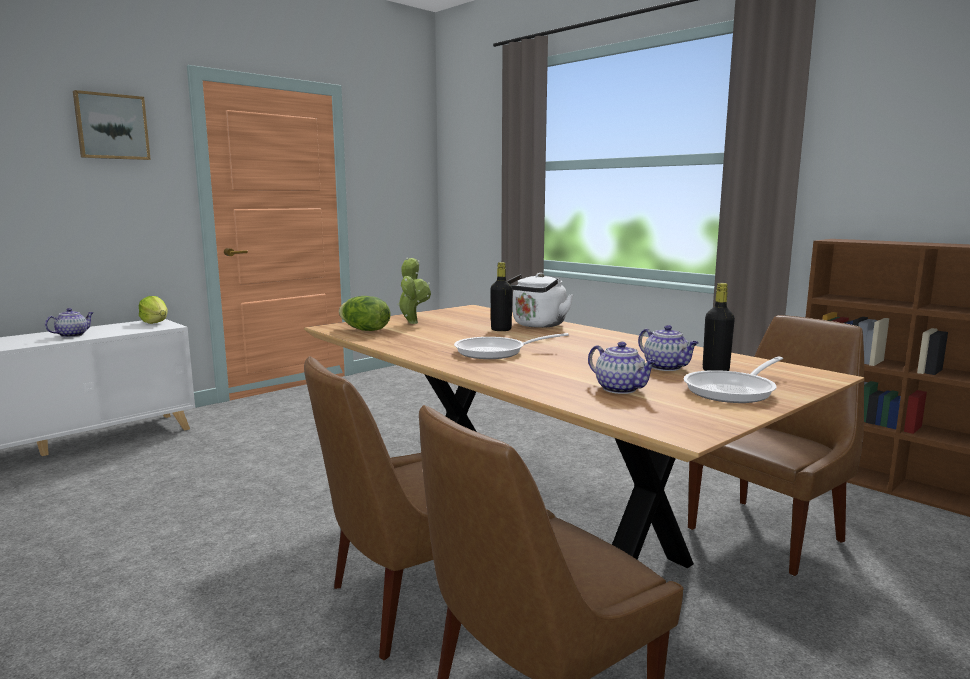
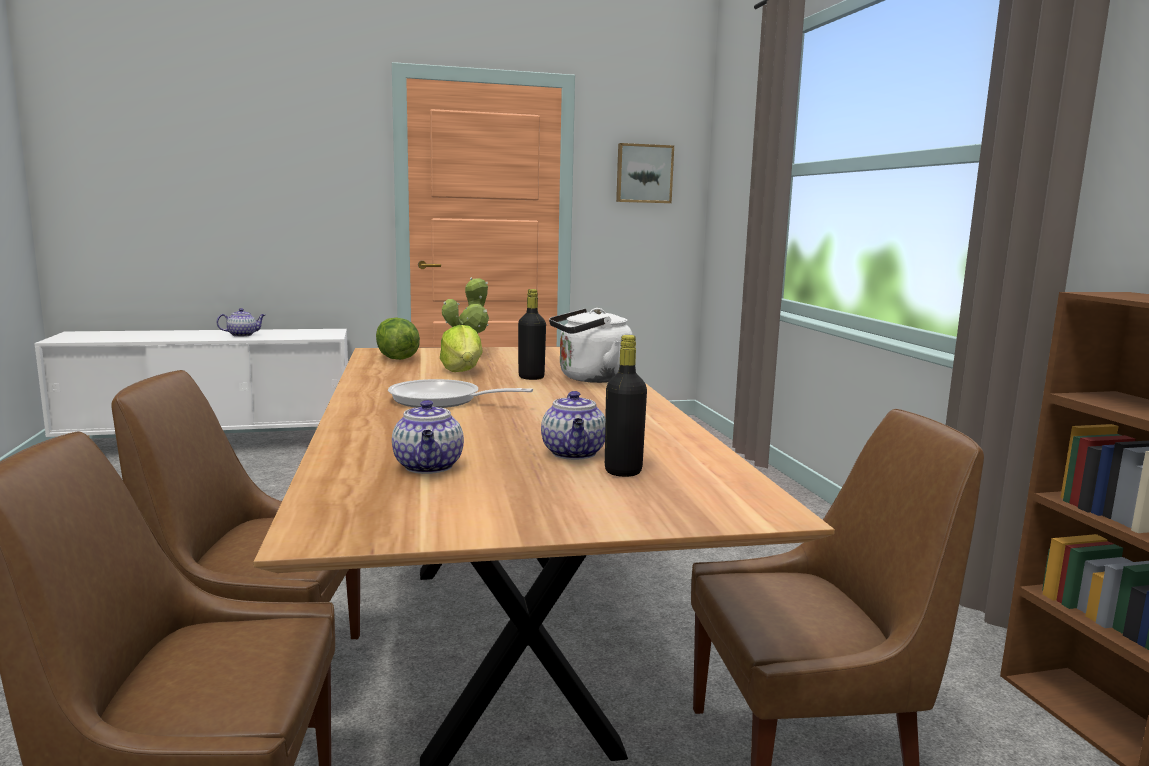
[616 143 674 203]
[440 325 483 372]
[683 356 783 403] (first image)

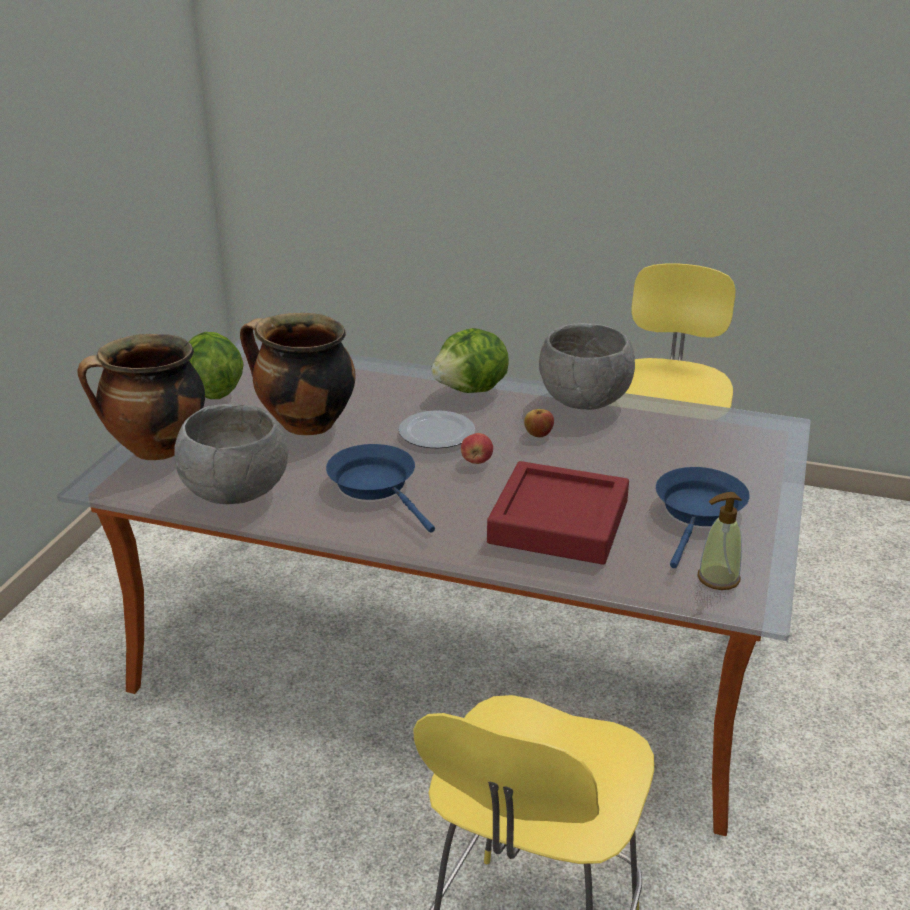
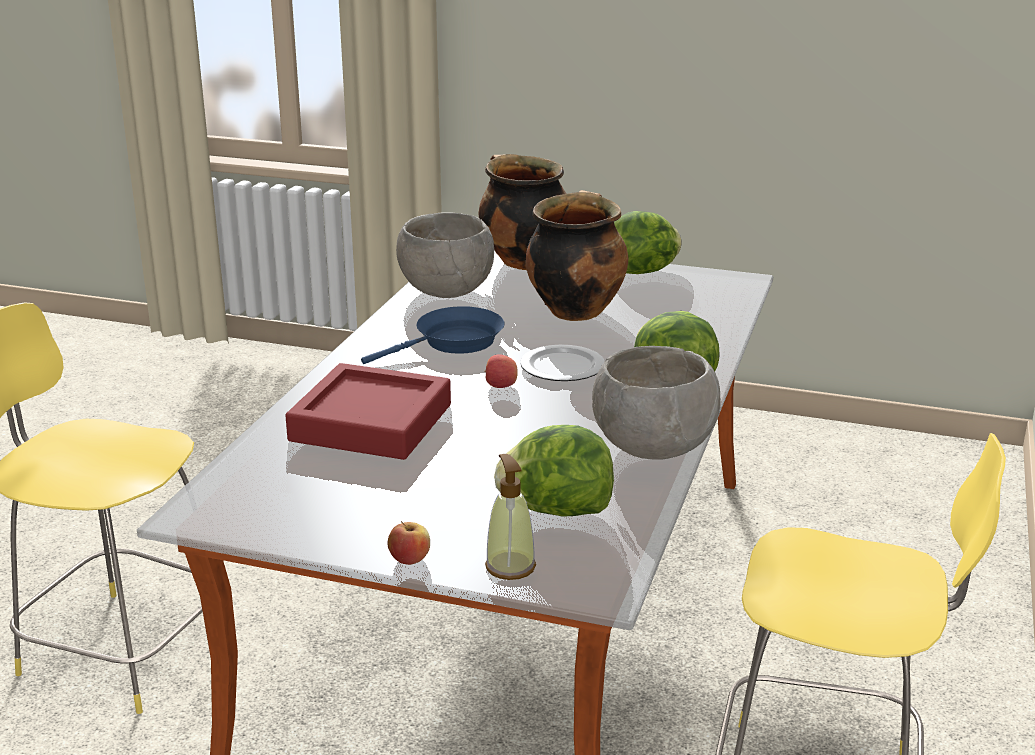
[388 521 430 565]
[656 467 750 568] (first image)
[485 454 536 580]
[494 425 614 517]

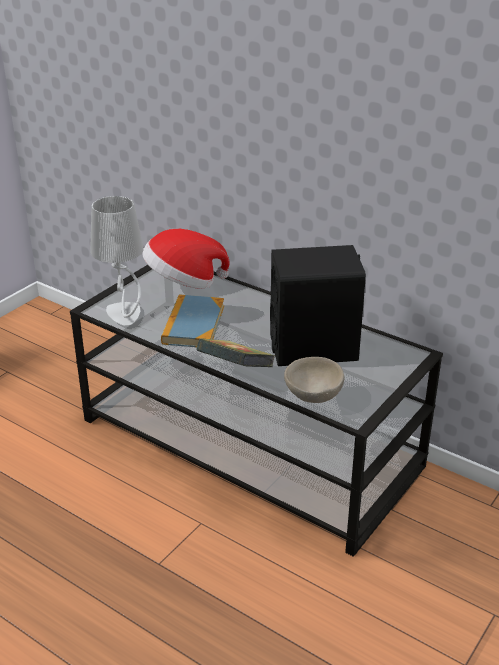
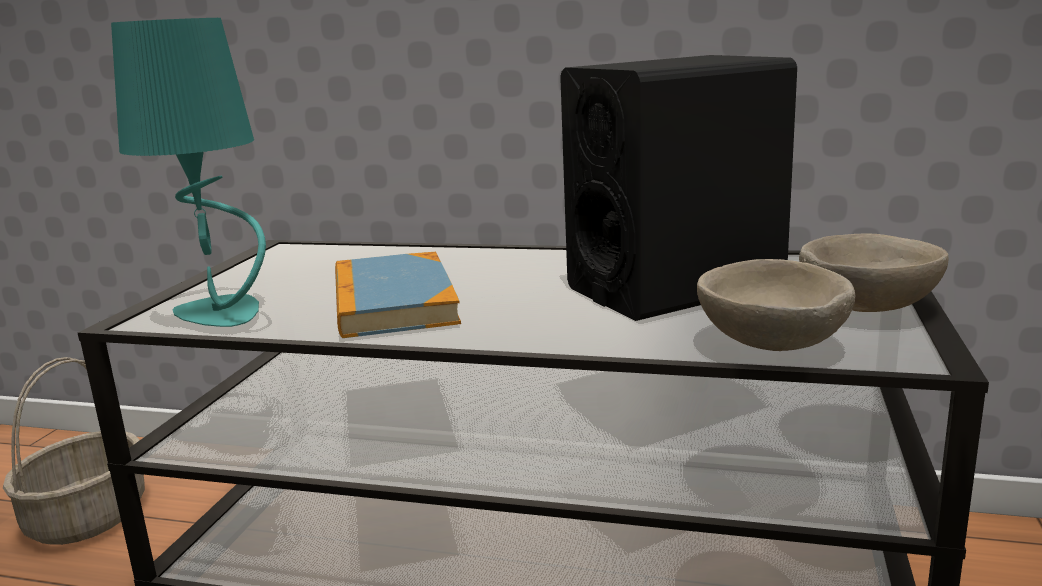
[111 18 266 327]
[142 229 230 289] (first image)
[197 338 275 367] (first image)
[799 234 949 312]
[3 357 145 545]

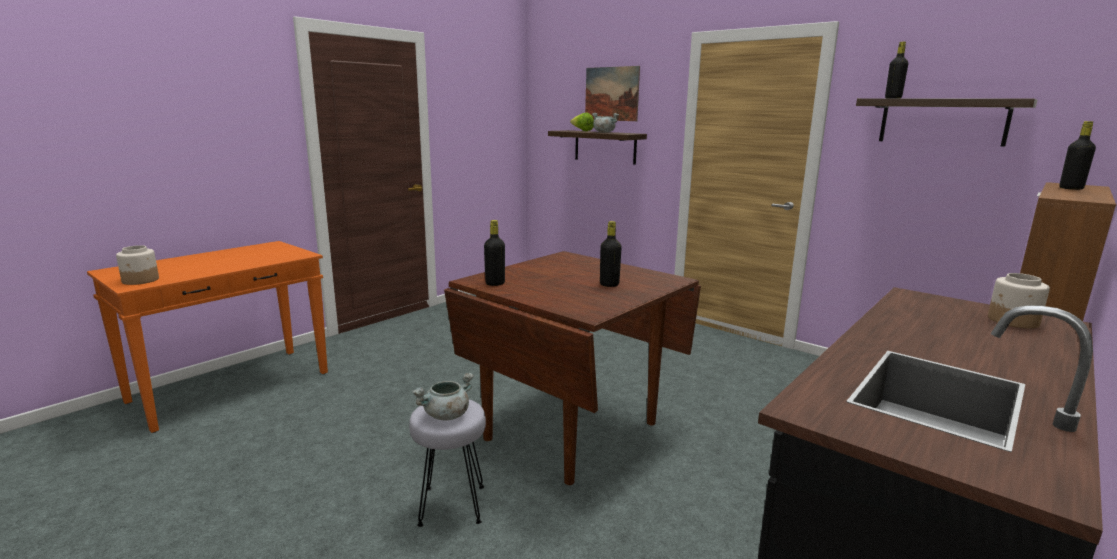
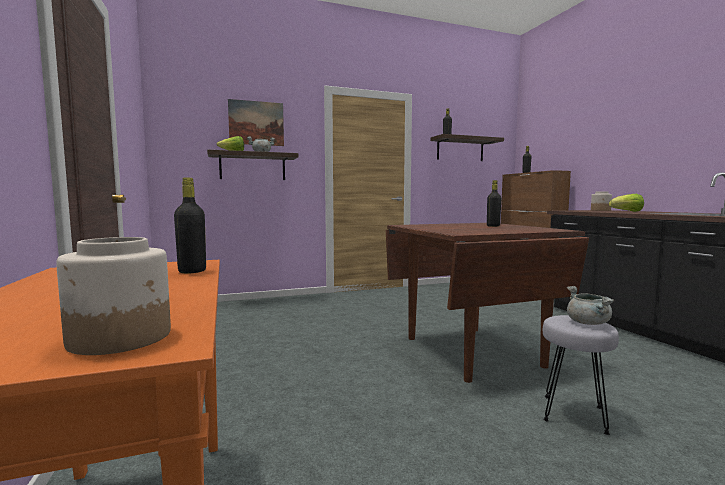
[174 177 206 273]
[609 194 644 212]

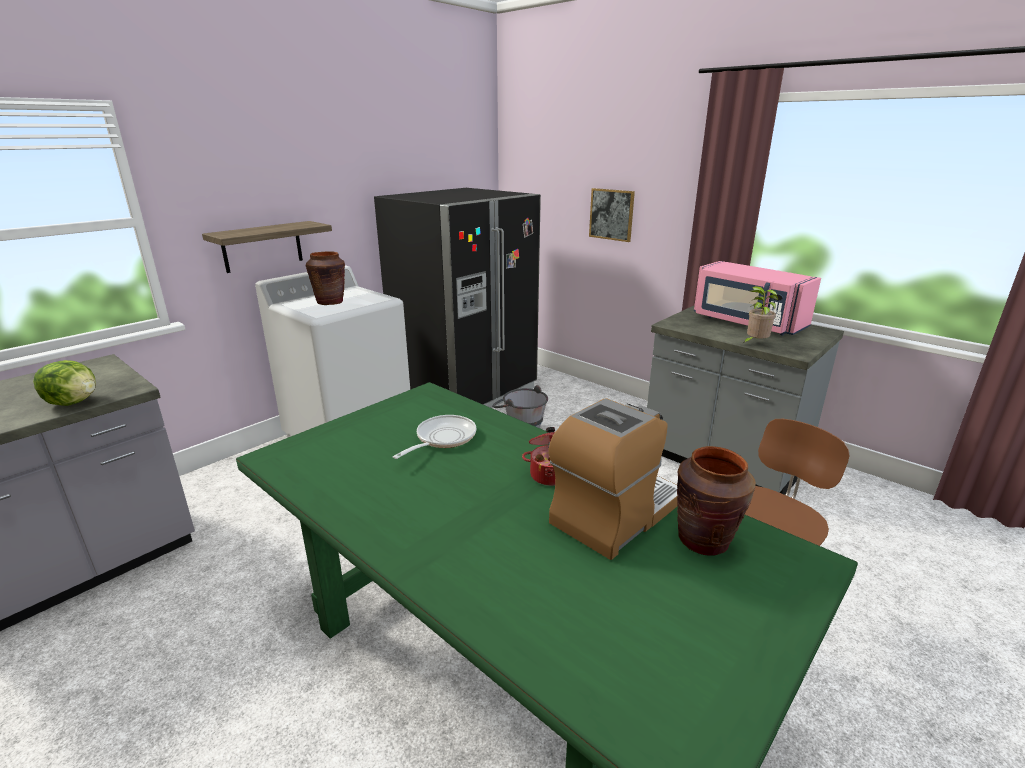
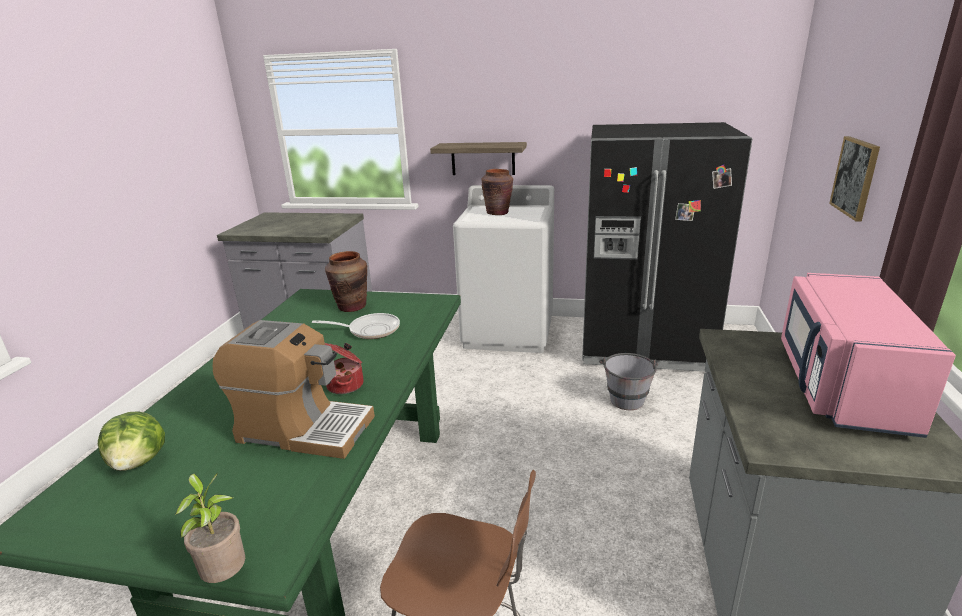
[175 473 245 583]
[98 411 165 471]
[325 251 367 312]

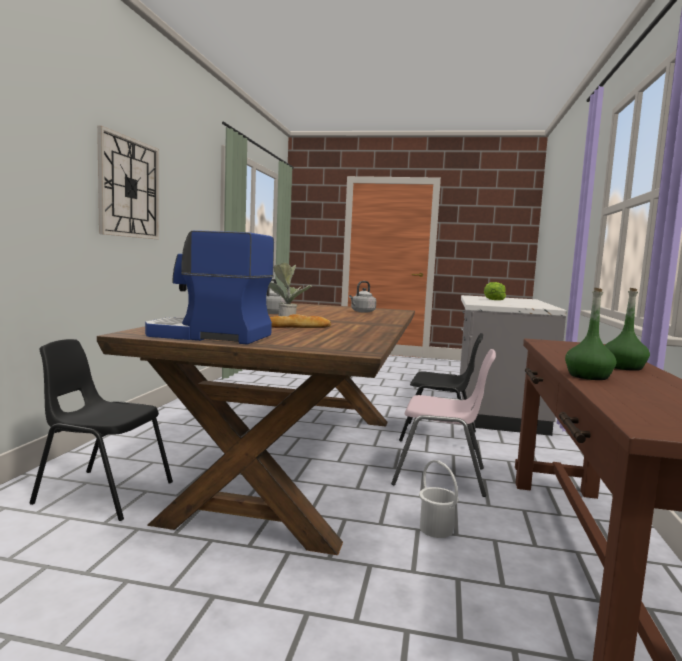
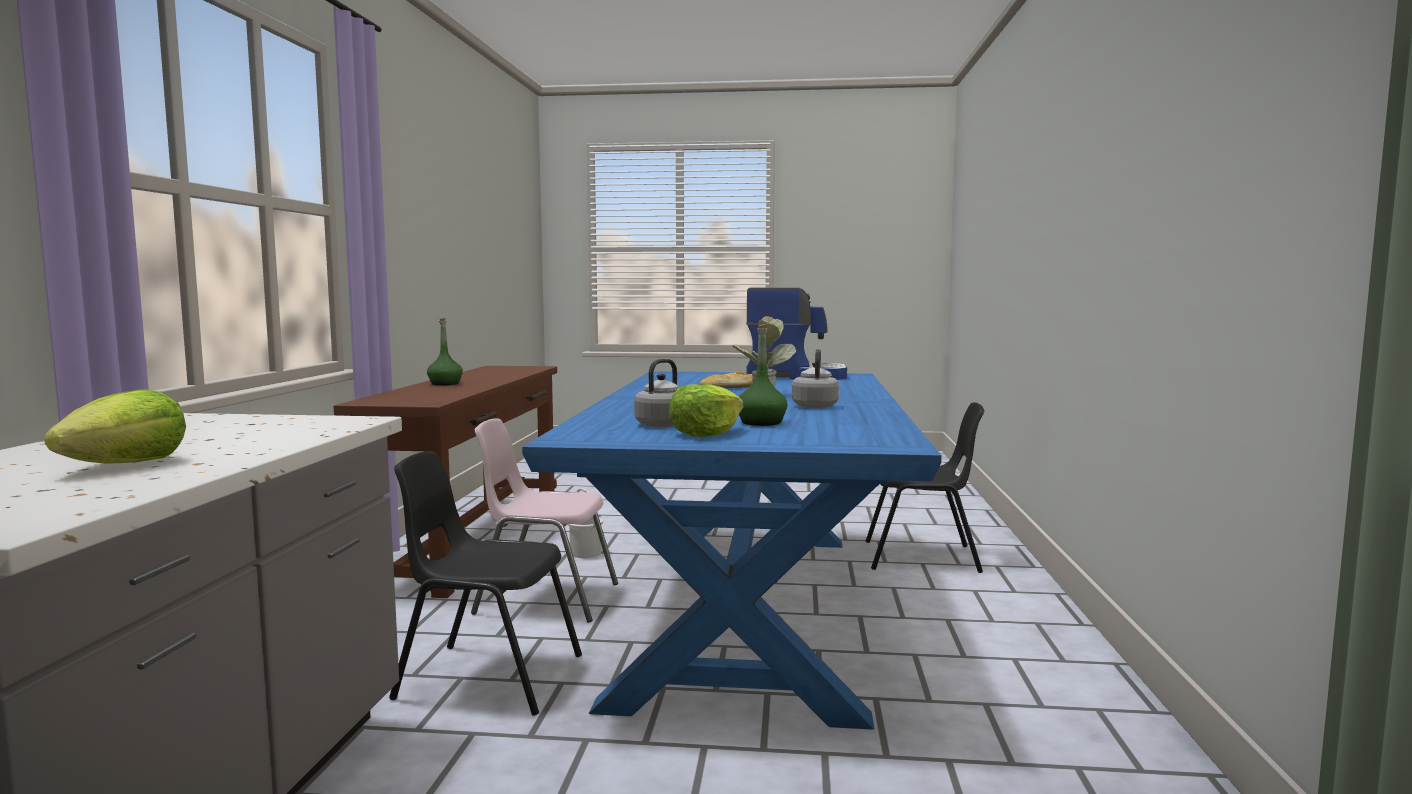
[97 126 159 239] (first image)
[739 324 787 426]
[522 371 942 730]
[669 384 743 437]

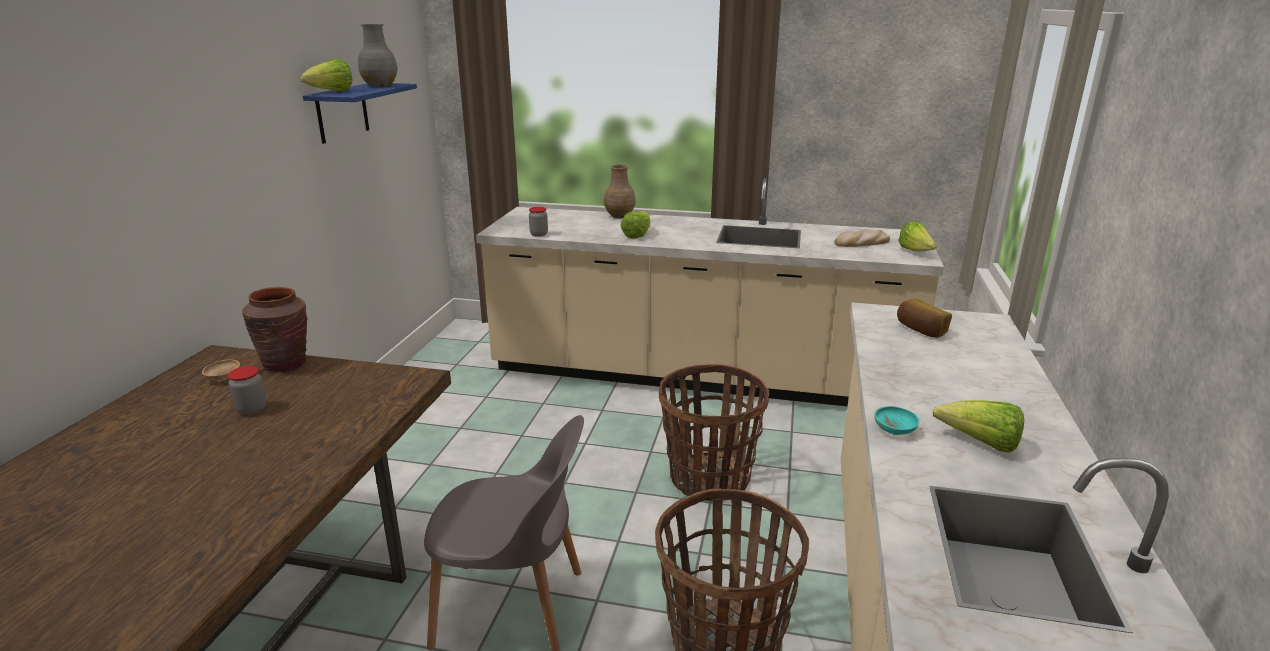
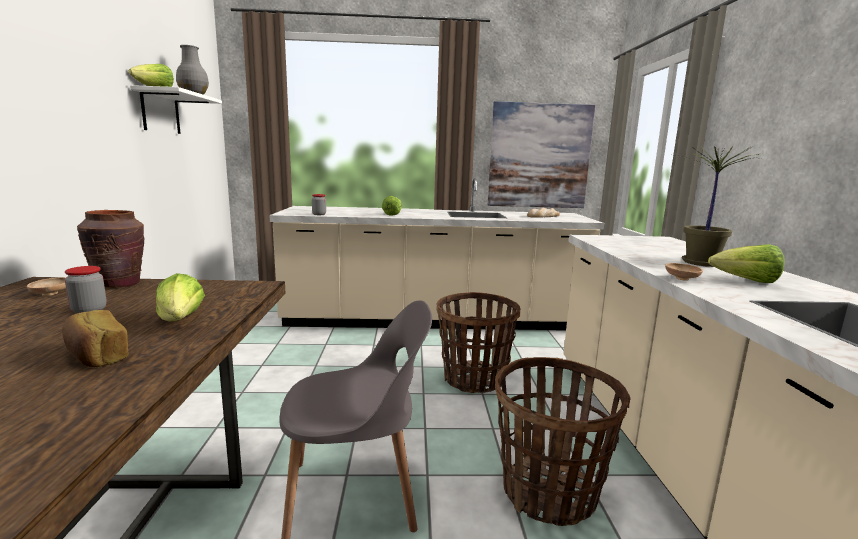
[130 85 222 134]
[604 165 636 218] (first image)
[156 273 205 322]
[62 310 129 367]
[665 263 703 281]
[488 101 595 208]
[676 146 761 267]

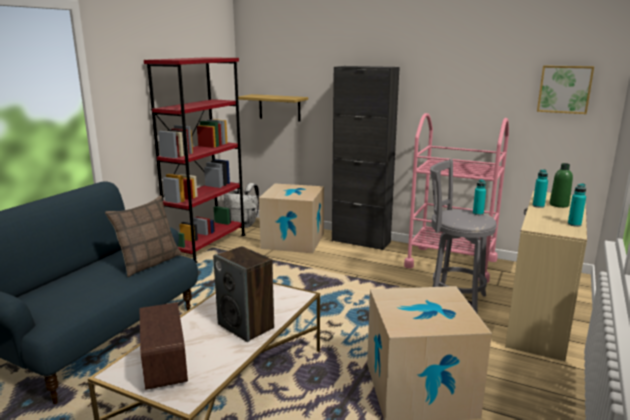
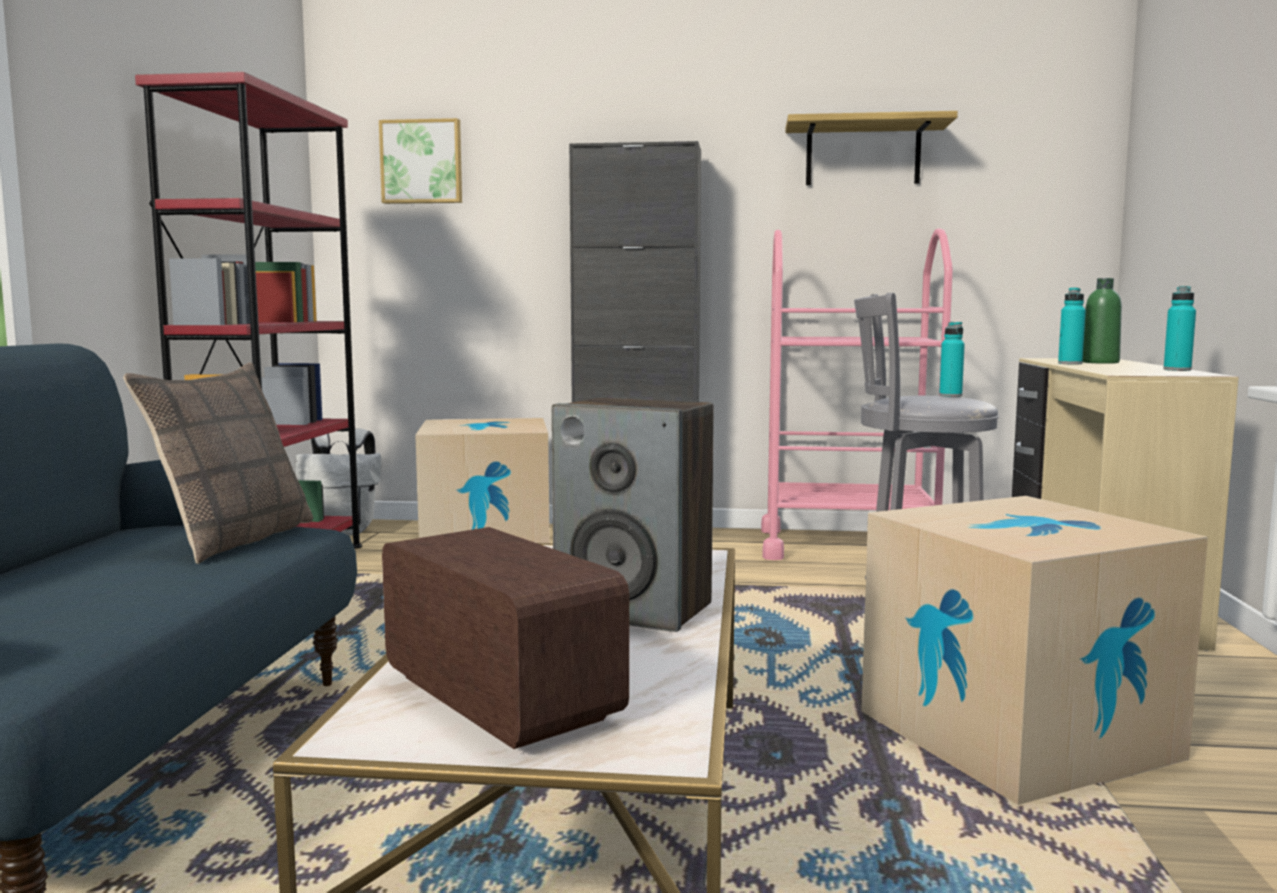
[379 118 462 204]
[785 111 958 185]

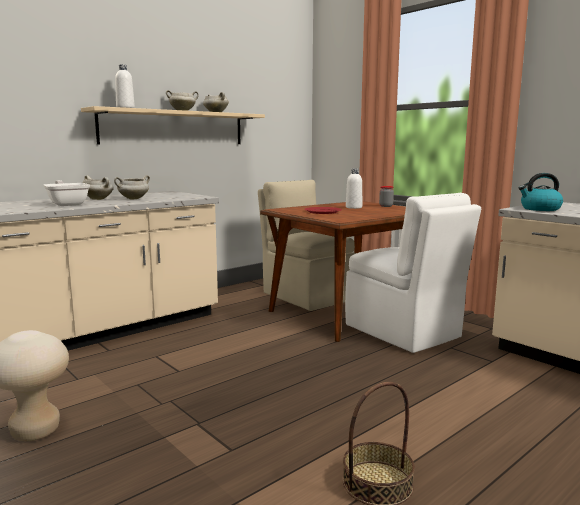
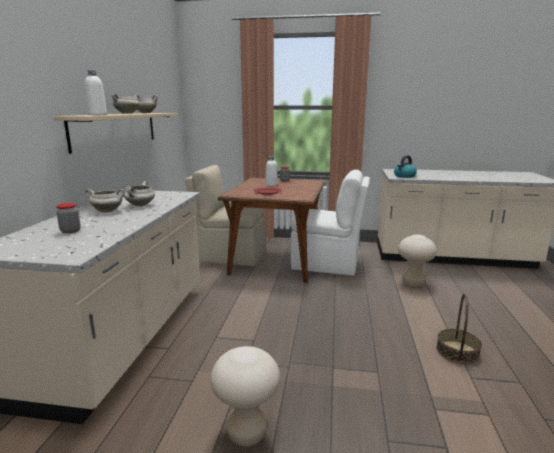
[43 180 90 206] (first image)
[56 203 81 234]
[398 234 437 287]

